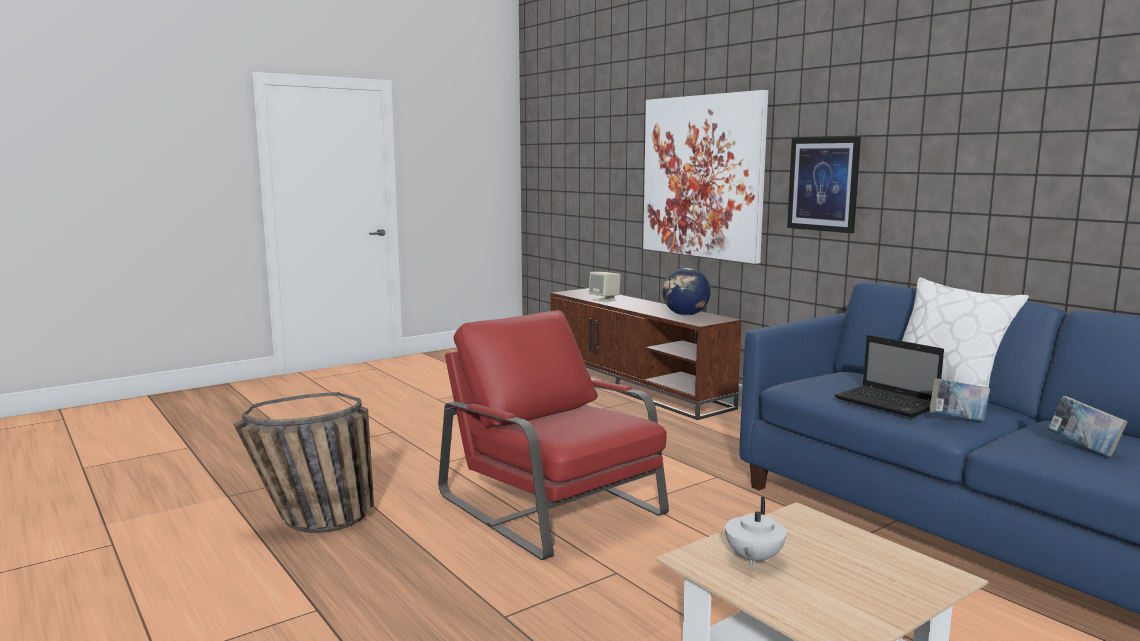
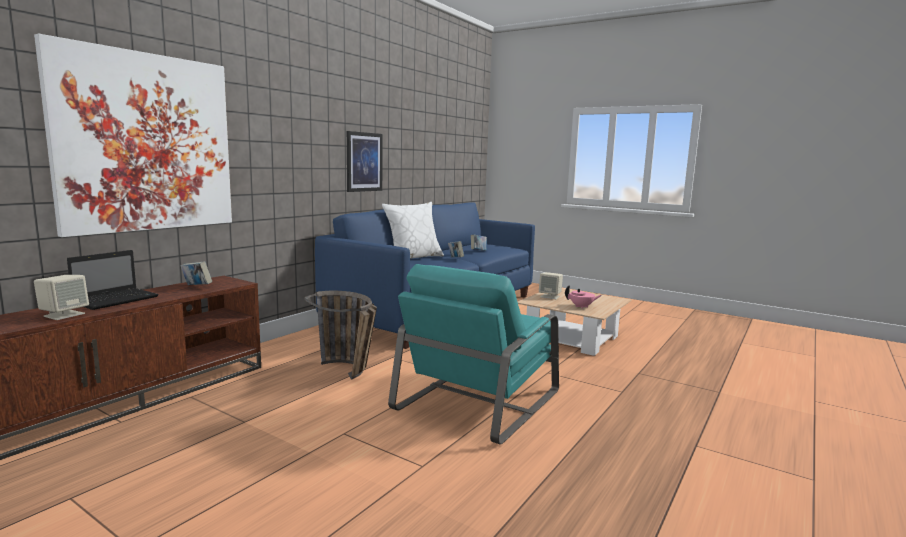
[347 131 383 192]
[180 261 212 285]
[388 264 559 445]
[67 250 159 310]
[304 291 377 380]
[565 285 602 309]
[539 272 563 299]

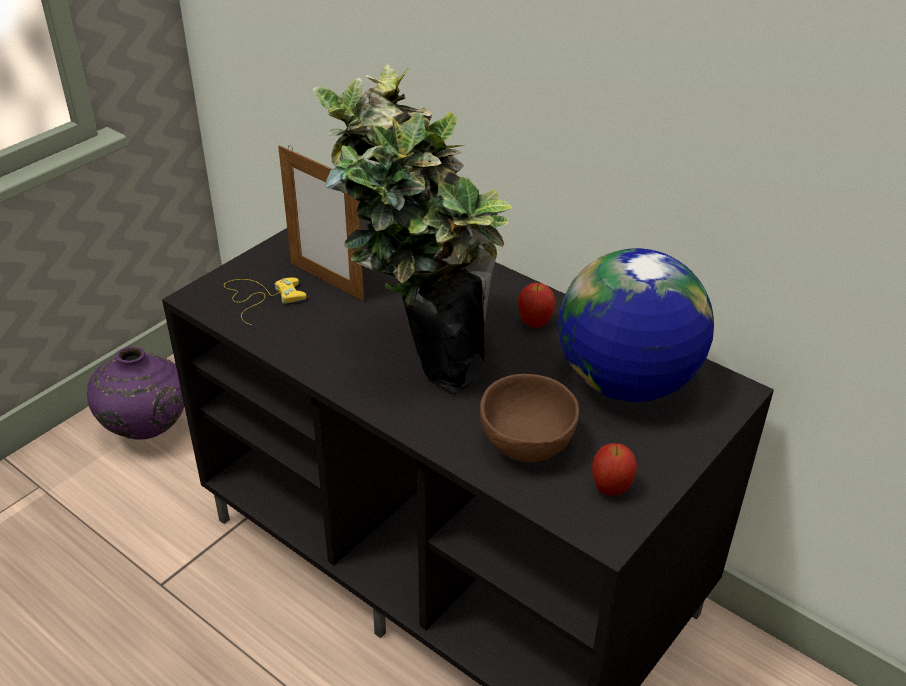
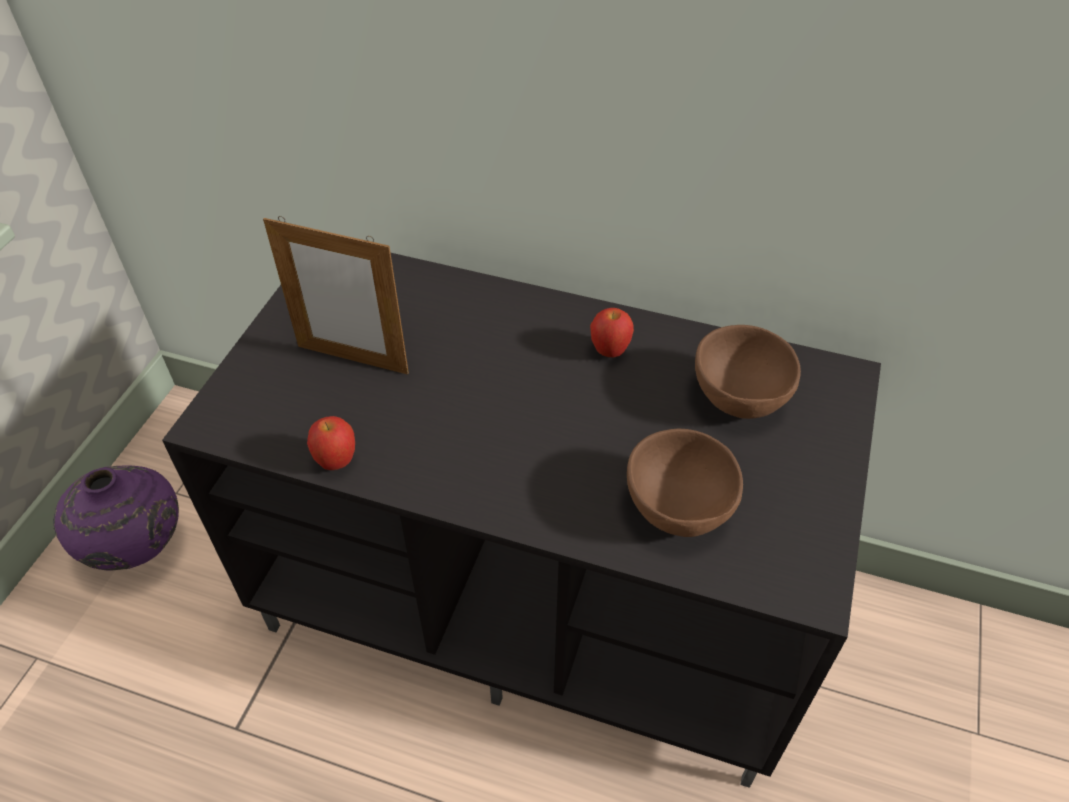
[313 63 512 394] (first image)
[695 325 801 419]
[224 278 306 325] (first image)
[307 416 355 470]

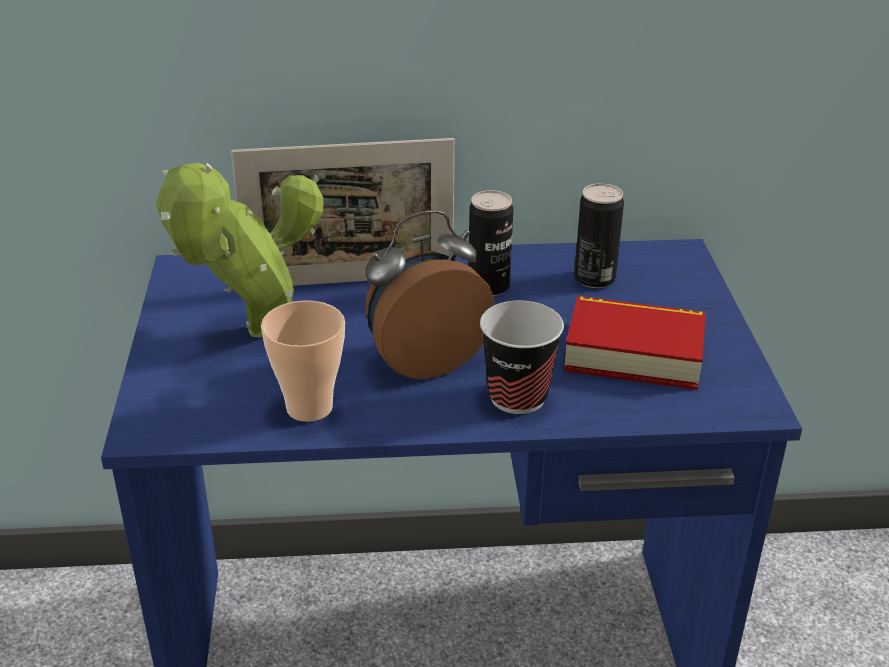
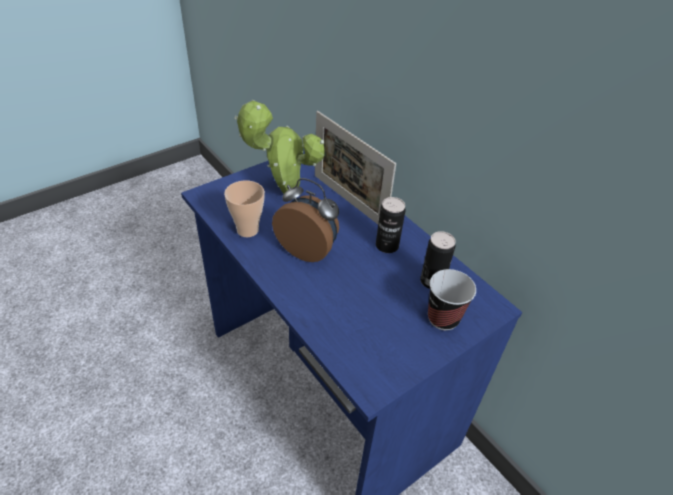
[564 296 706 390] (first image)
[428 269 476 330]

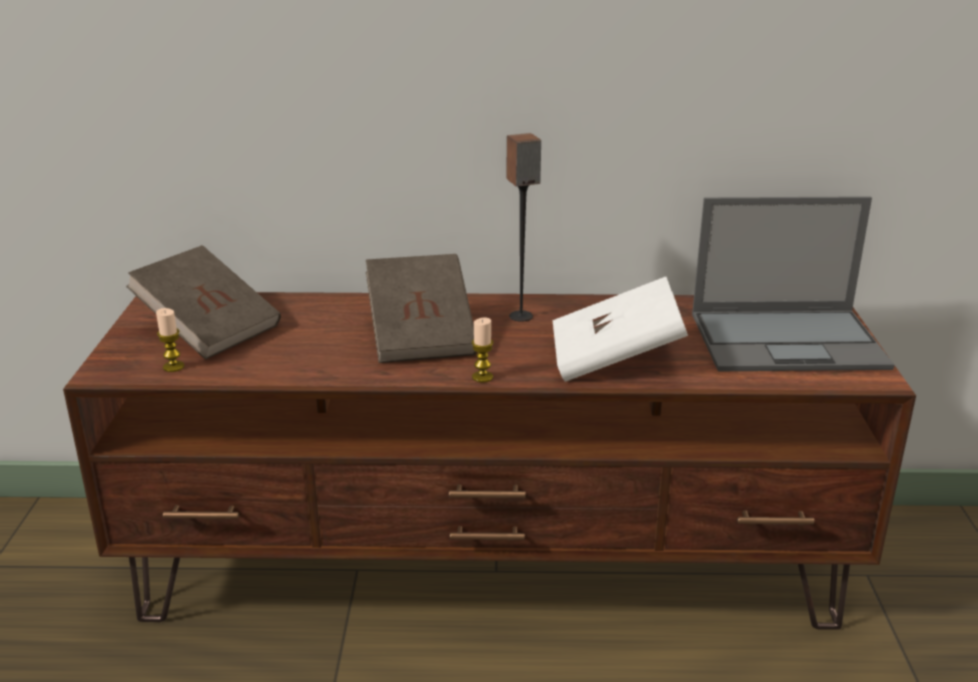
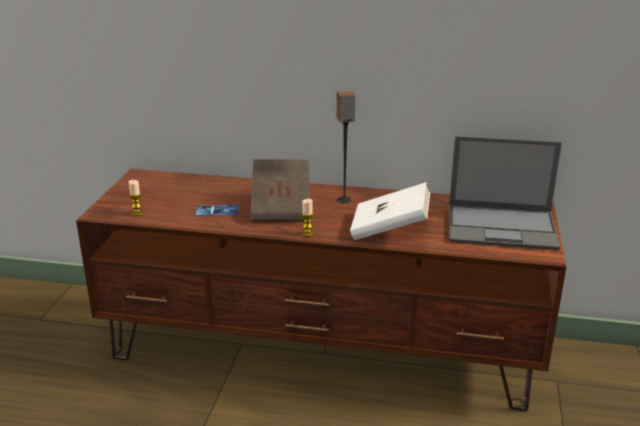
[126 245 281 360] (first image)
[195 205 239 216]

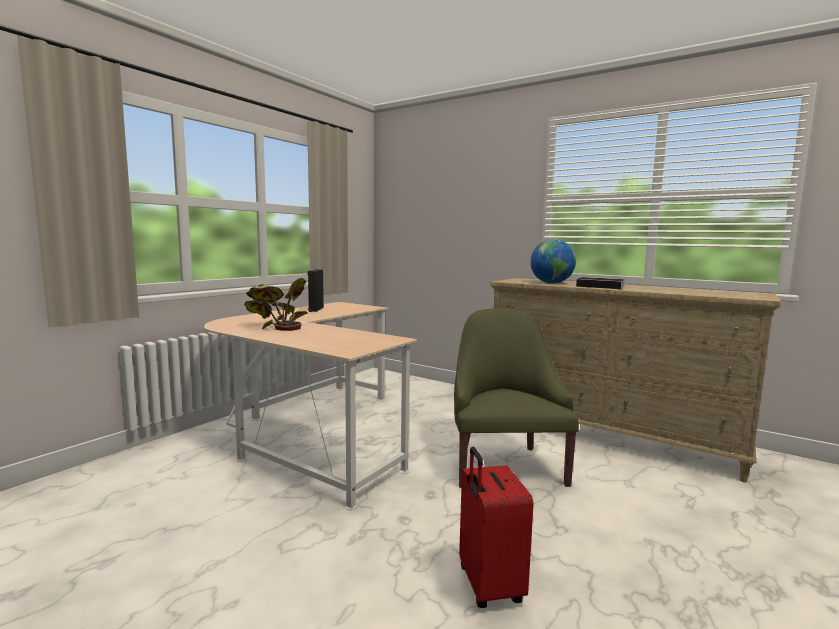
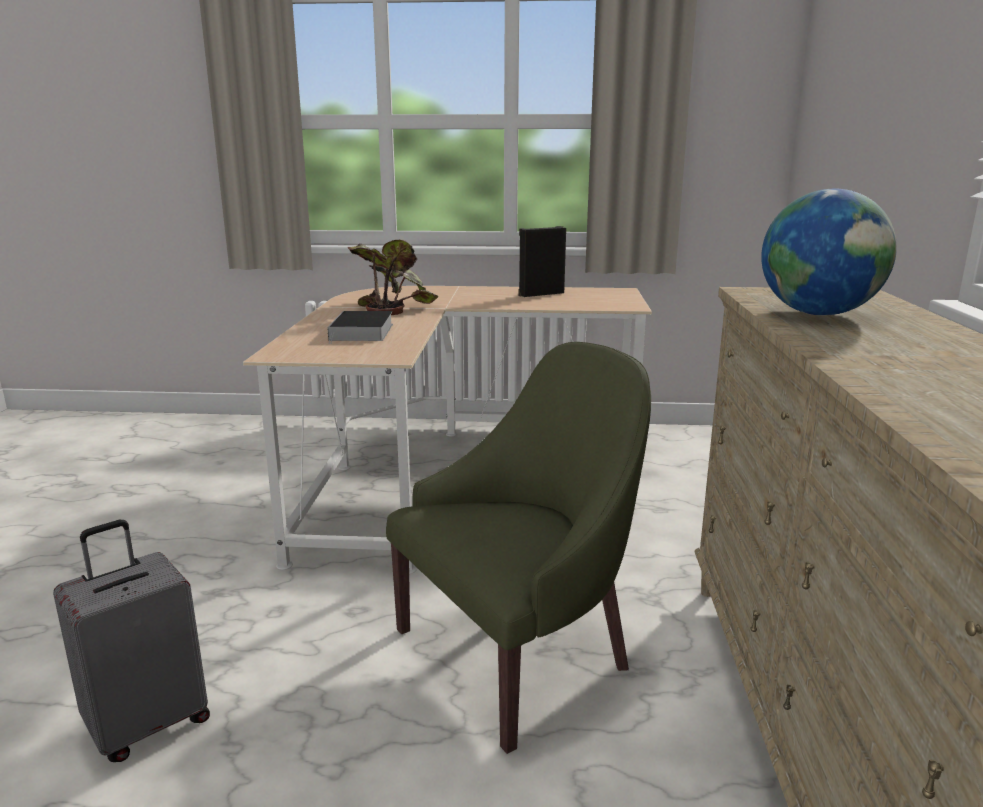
[327 311 393 344]
[53 520 210 762]

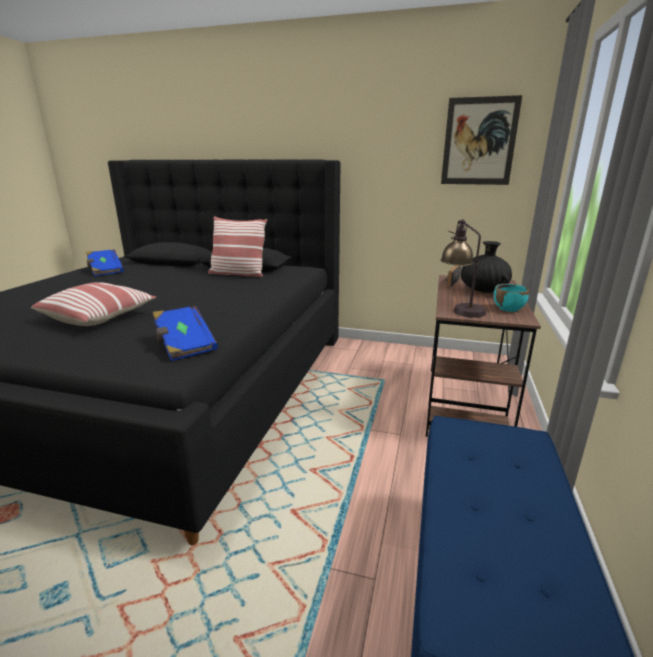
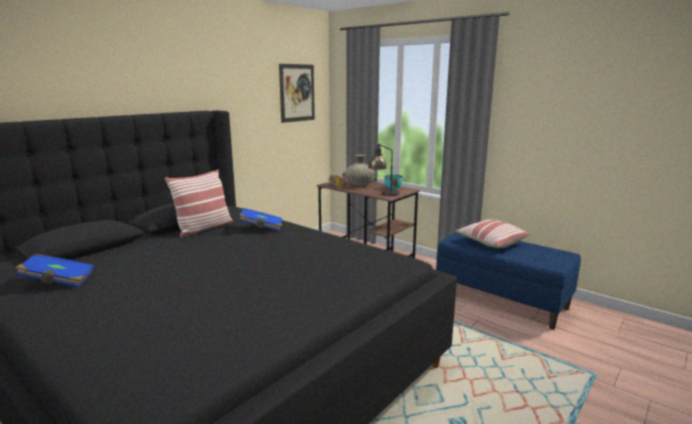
[342 155 378 186]
[455 219 530 248]
[239 208 282 232]

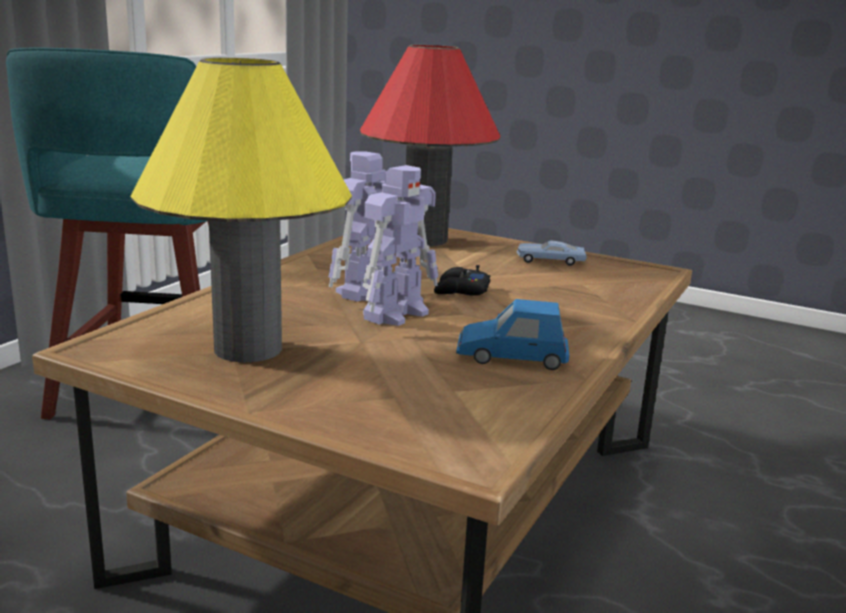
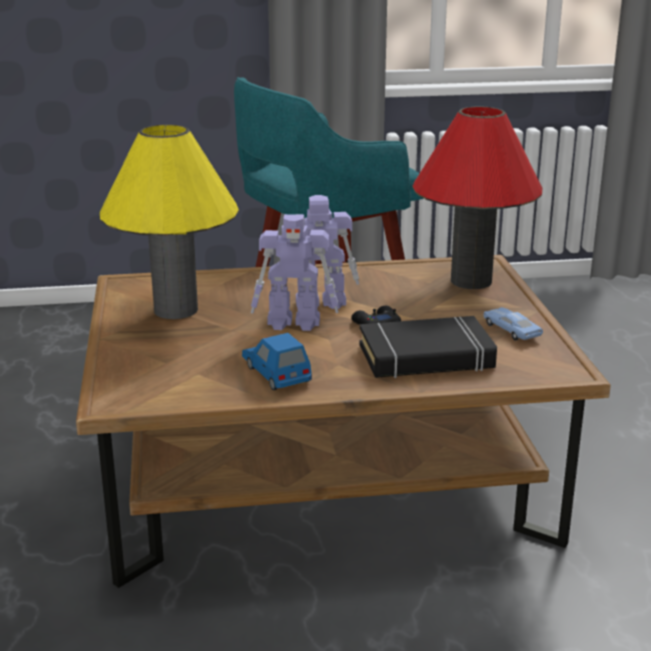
[359 316 497 378]

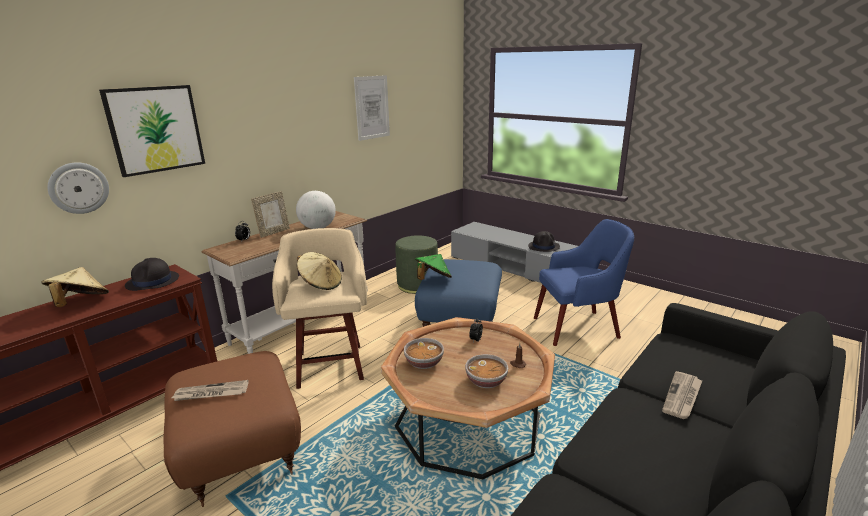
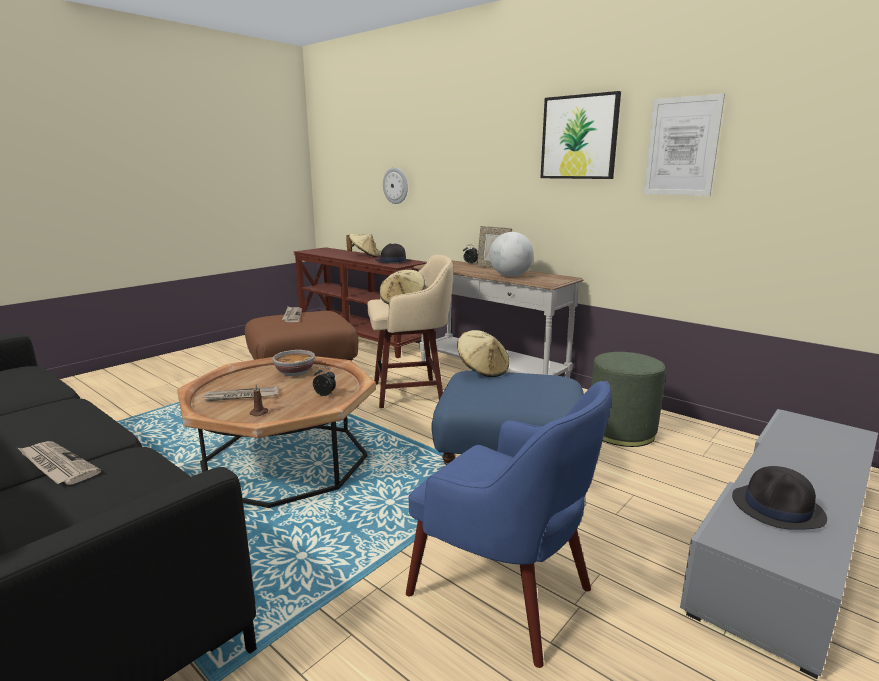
[540 91 621 179]
[406 381 612 668]
[457 330 509 377]
[203 386 278 402]

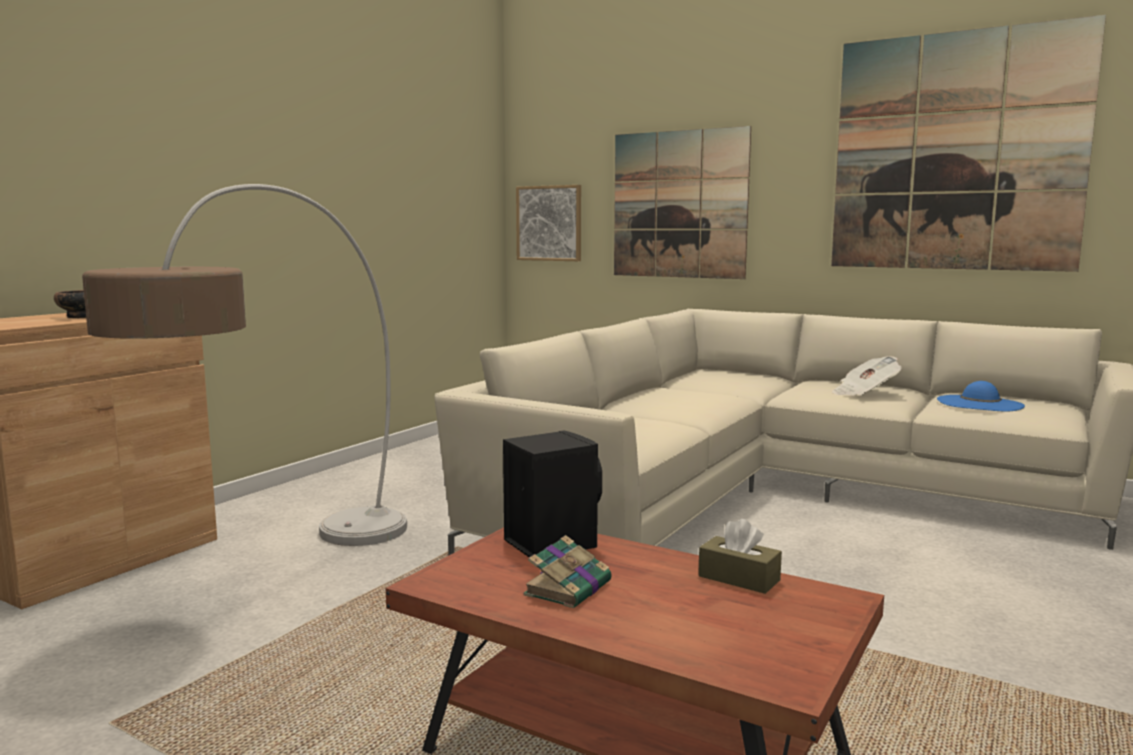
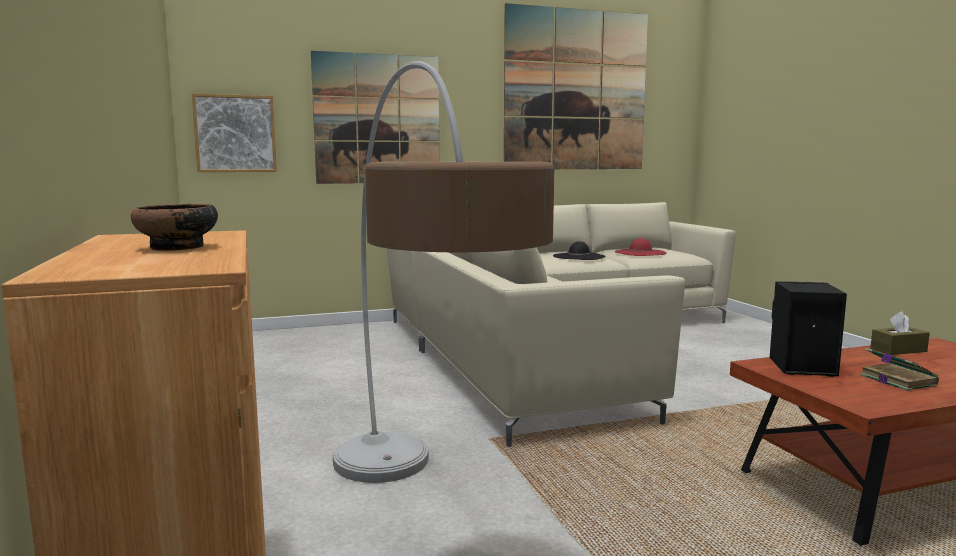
[553 241 606 260]
[615 238 667 256]

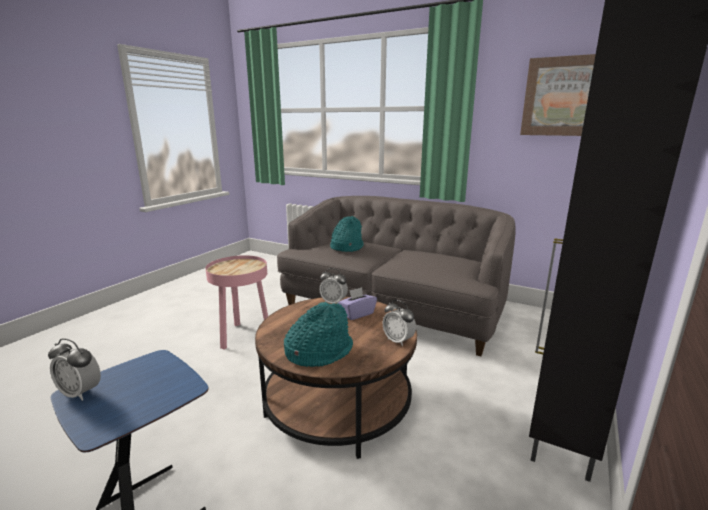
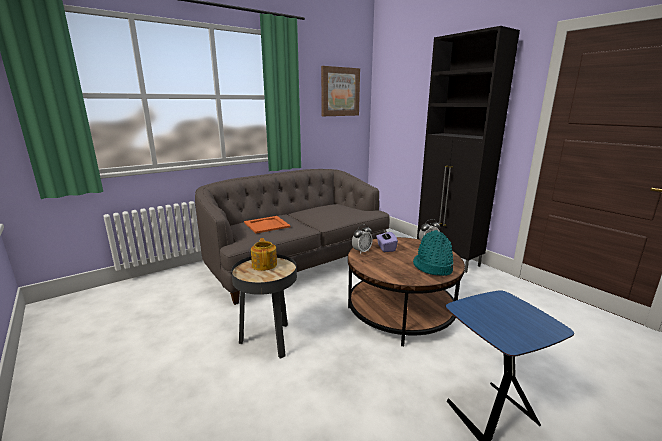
[244 216 291 234]
[231 254 297 359]
[48 338 101 401] (first image)
[251 238 277 271]

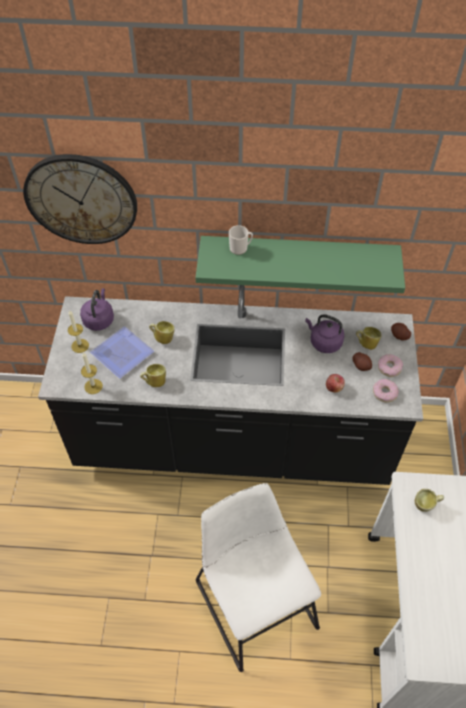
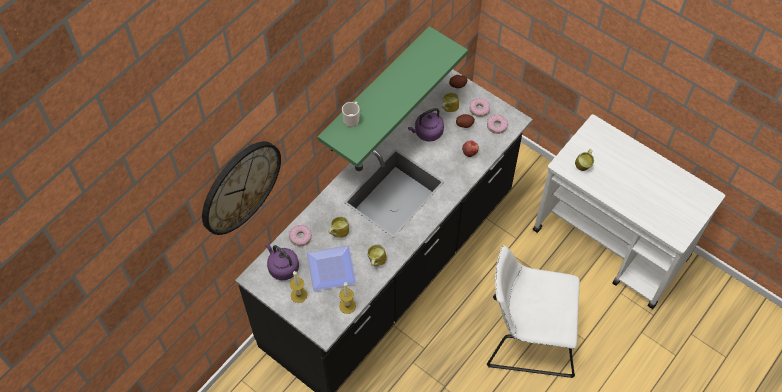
[289 225 312 246]

